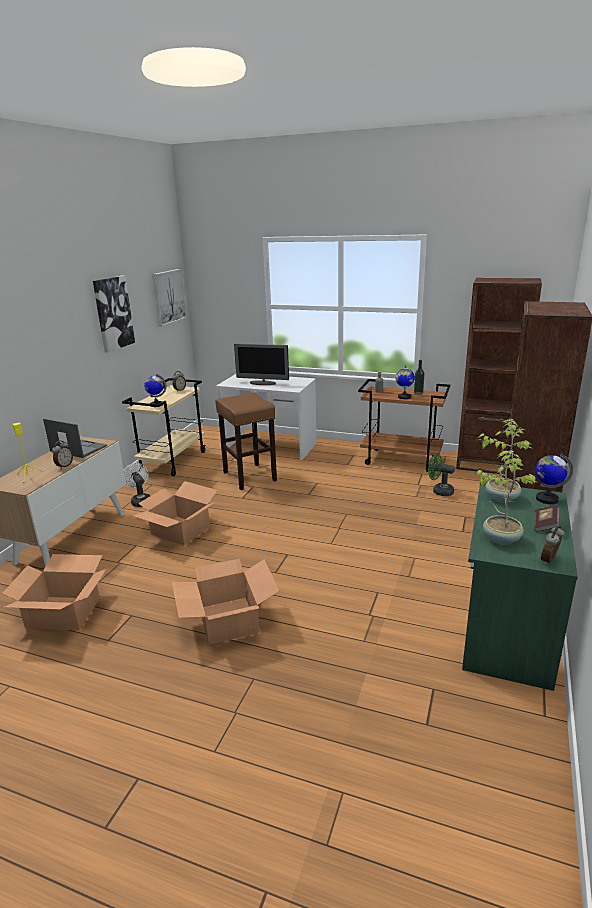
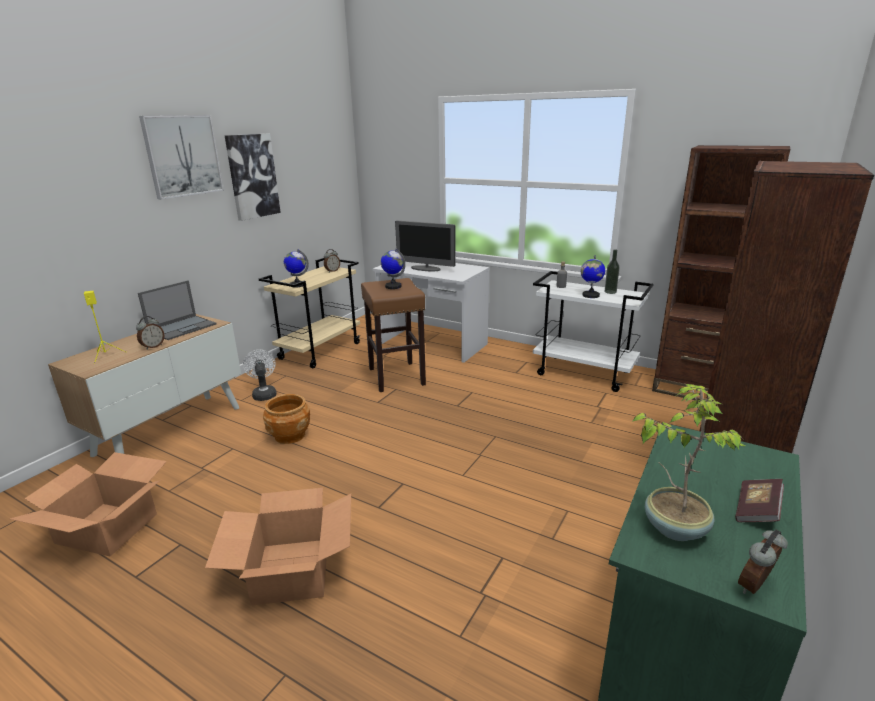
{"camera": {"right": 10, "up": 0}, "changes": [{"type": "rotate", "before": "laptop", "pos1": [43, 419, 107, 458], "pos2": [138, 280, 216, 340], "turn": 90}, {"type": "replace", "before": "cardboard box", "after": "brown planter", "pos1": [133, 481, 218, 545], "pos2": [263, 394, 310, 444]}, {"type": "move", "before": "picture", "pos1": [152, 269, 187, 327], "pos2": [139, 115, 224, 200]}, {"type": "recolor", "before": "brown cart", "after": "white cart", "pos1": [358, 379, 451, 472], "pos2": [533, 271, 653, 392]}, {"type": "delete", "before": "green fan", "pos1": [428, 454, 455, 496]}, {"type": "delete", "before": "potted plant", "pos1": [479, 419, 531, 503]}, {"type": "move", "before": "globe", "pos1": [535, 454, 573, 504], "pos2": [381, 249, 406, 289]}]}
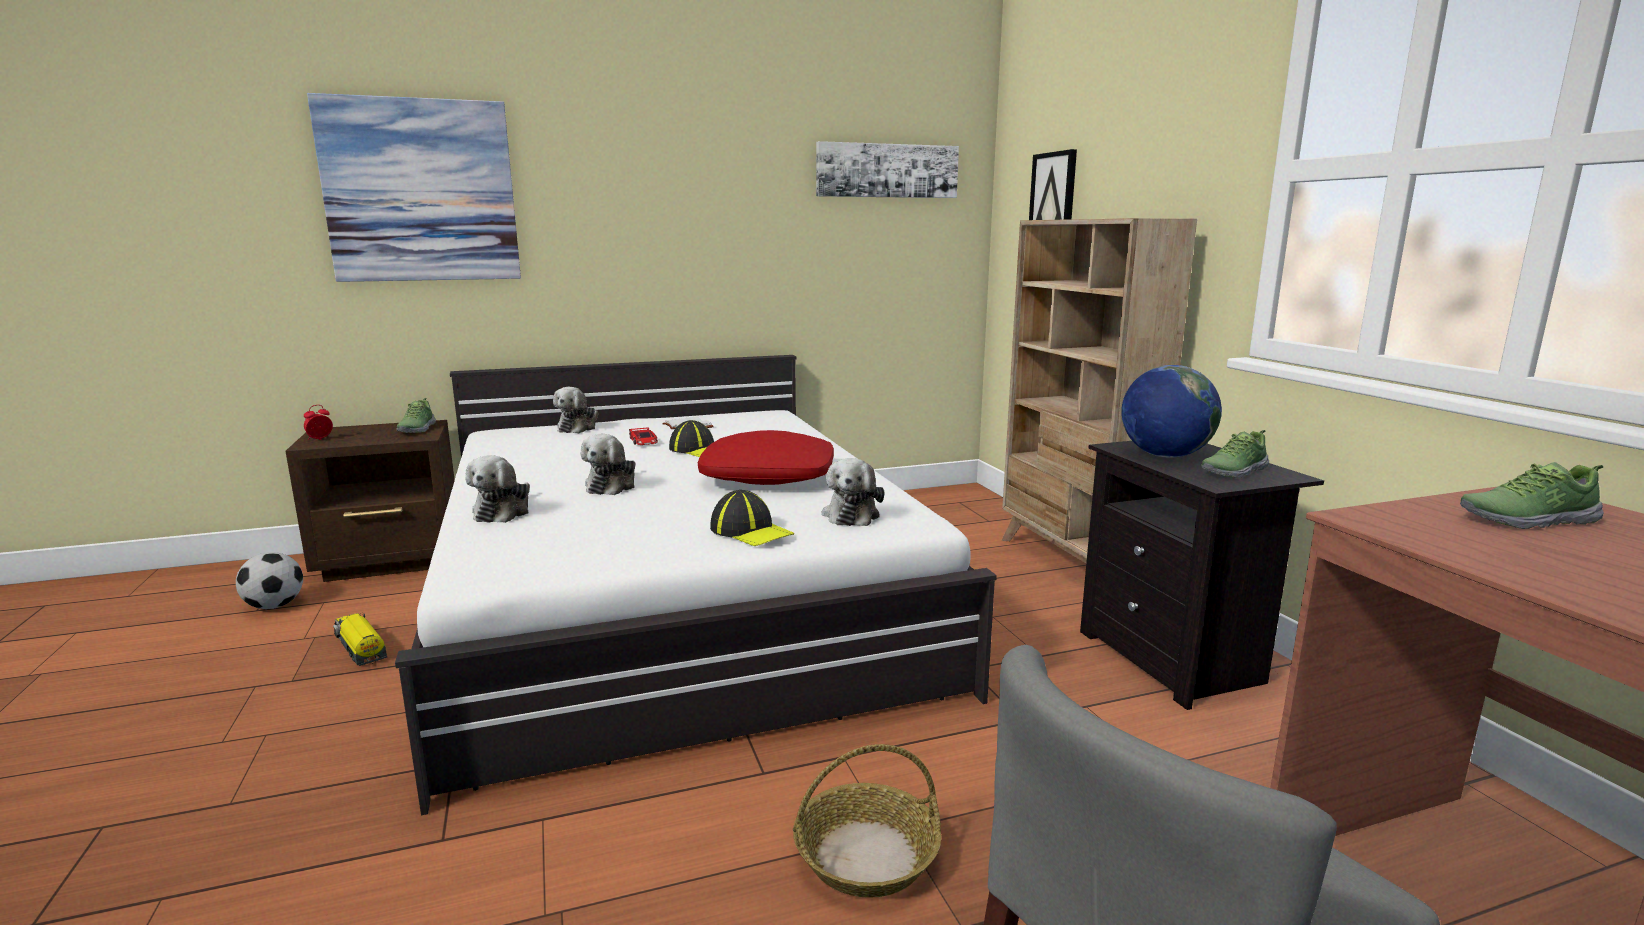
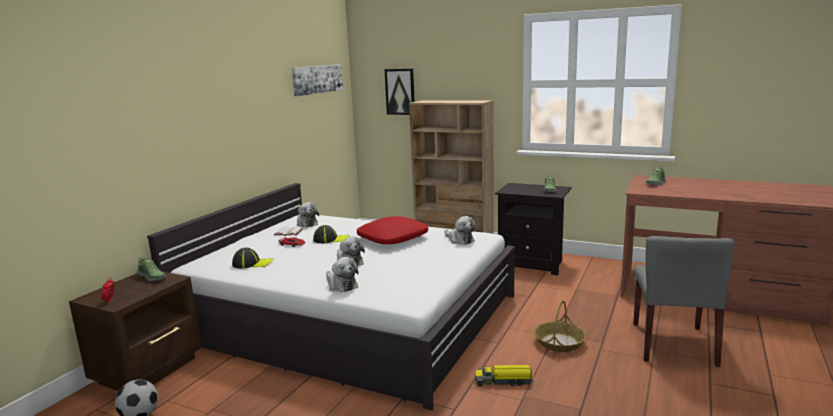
{"camera": {"right": -45, "up": 0}, "changes": [{"type": "delete", "before": "picture", "pos1": [307, 93, 521, 282]}, {"type": "move", "before": "toy truck", "pos1": [333, 613, 387, 666], "pos2": [475, 365, 533, 386]}, {"type": "move", "before": "plush toy", "pos1": [553, 387, 598, 433], "pos2": [297, 202, 319, 227]}, {"type": "move", "before": "cap", "pos1": [710, 490, 794, 546], "pos2": [232, 248, 273, 268]}, {"type": "delete", "before": "globe", "pos1": [1121, 365, 1222, 458]}]}
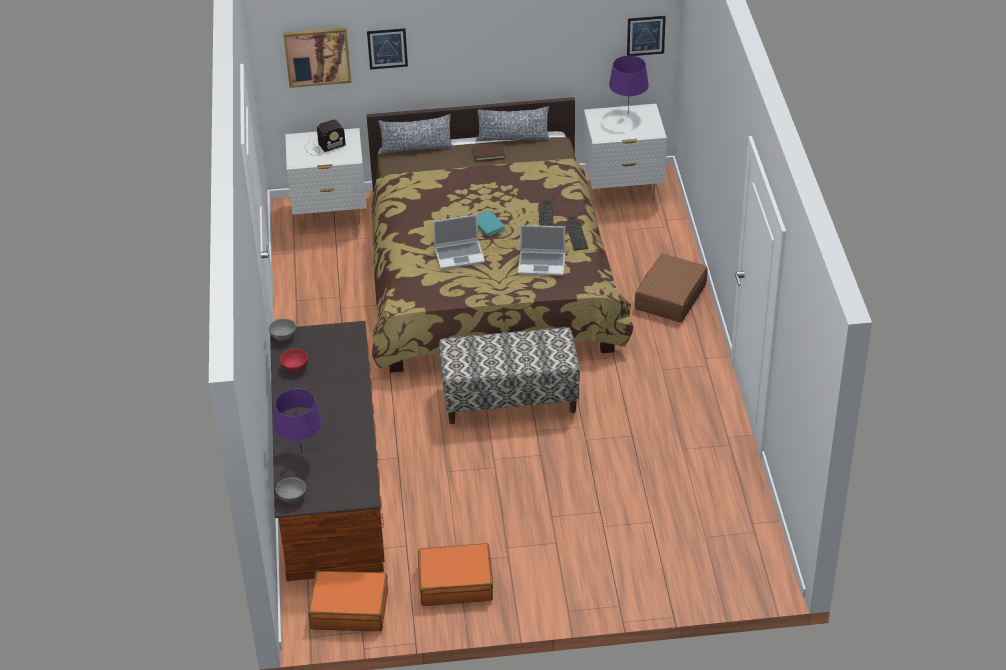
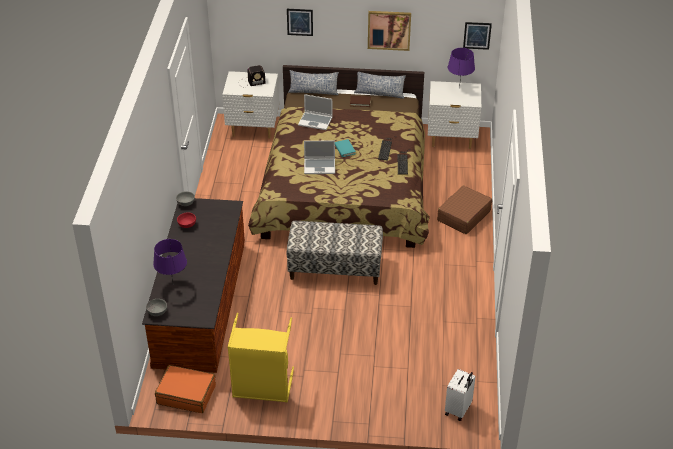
{"camera": {"right": 10, "up": 0}, "changes": [{"type": "move", "before": "picture", "pos1": [283, 28, 351, 88], "pos2": [368, 11, 411, 51]}, {"type": "replace", "before": "orange suitcase", "after": "yellow laundry basket", "pos1": [418, 543, 493, 606], "pos2": [227, 313, 294, 403]}, {"type": "move", "before": "laptop", "pos1": [518, 225, 565, 276], "pos2": [298, 94, 332, 130]}, {"type": "insert", "after": "white suitcase", "pos2": [445, 369, 476, 421]}]}
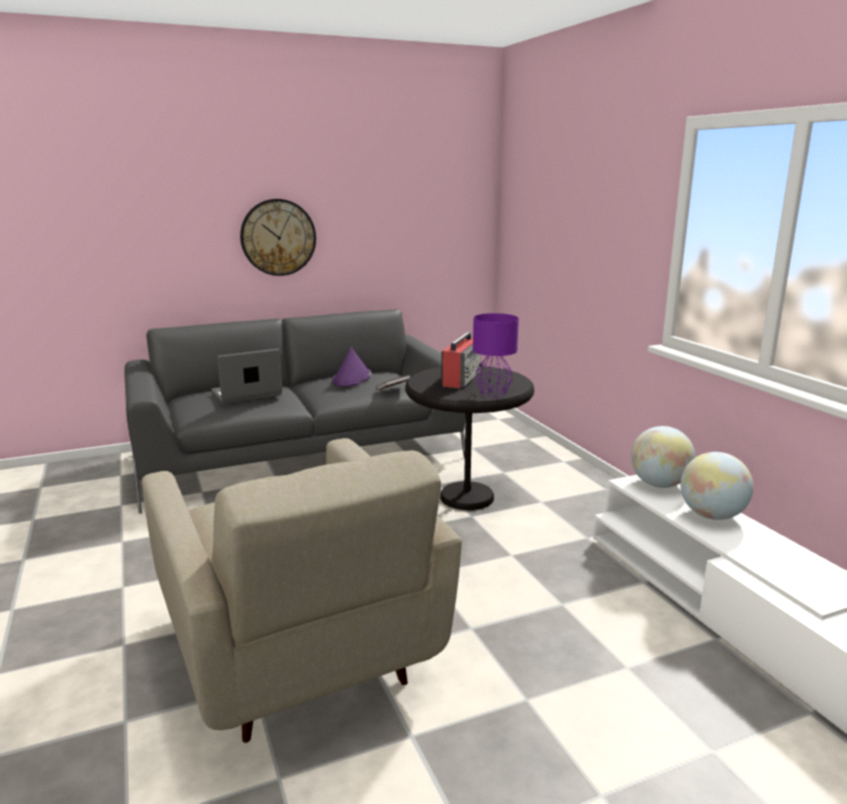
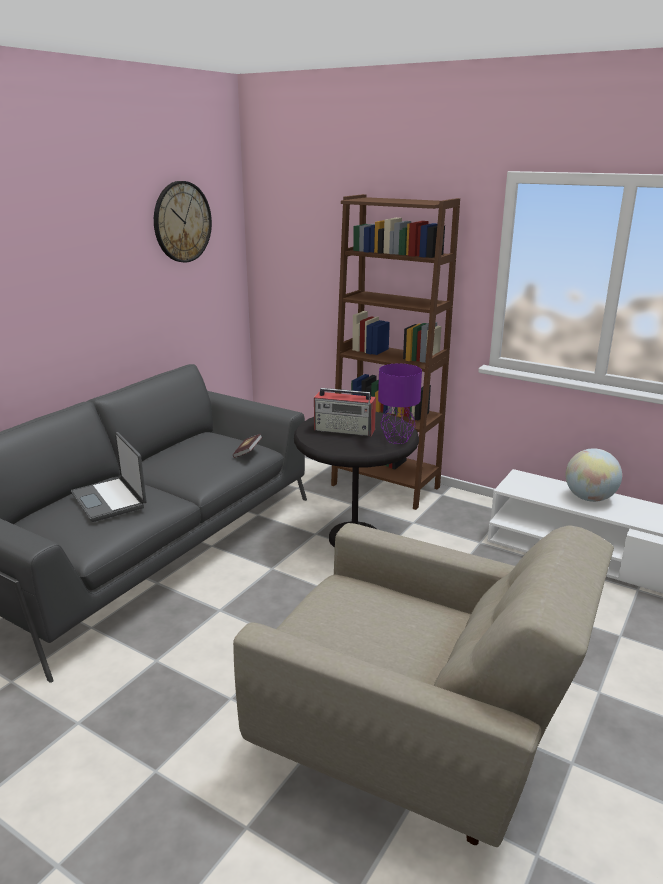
{"camera": {"right": -35, "up": 5}, "changes": [{"type": "rotate", "before": "laptop", "pos1": [211, 349, 282, 404], "pos2": [71, 432, 147, 522], "turn": -60}, {"type": "move", "before": "wall clock", "pos1": [240, 199, 316, 276], "pos2": [154, 181, 212, 263]}, {"type": "delete", "before": "purple hat", "pos1": [332, 347, 371, 387]}, {"type": "rotate", "before": "radio", "pos1": [441, 332, 483, 388], "pos2": [314, 388, 376, 436], "turn": 120}, {"type": "delete", "before": "globe", "pos1": [631, 426, 696, 488]}, {"type": "insert", "after": "brown bookcase", "pos2": [331, 194, 460, 510]}]}
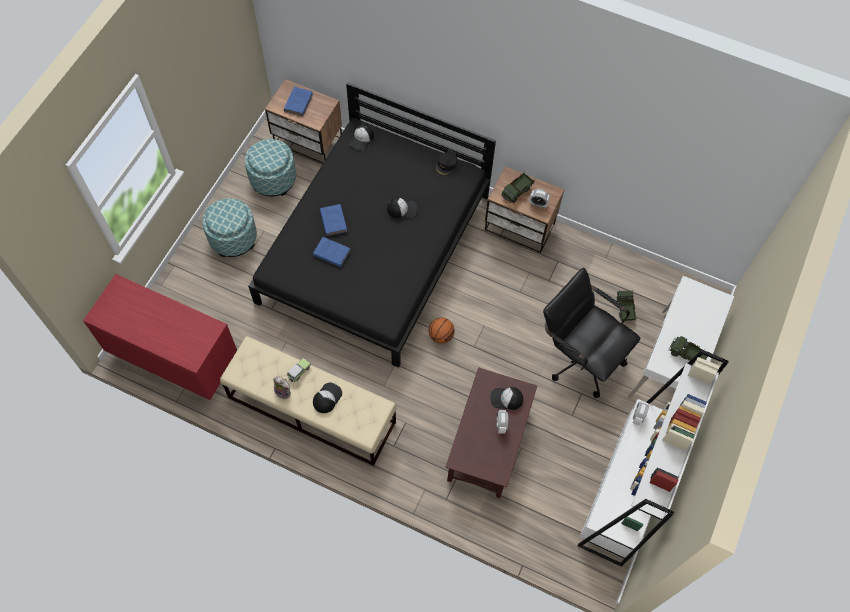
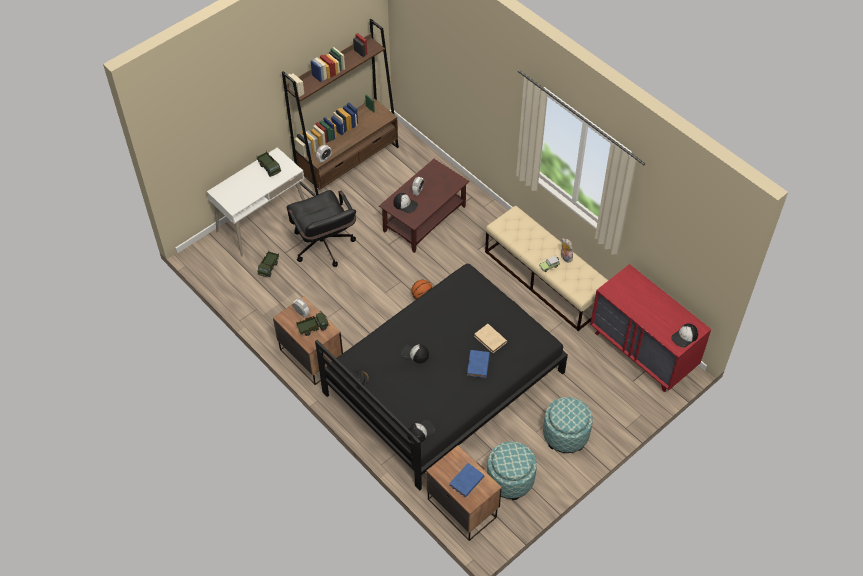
{"camera": {"right": -155, "up": -10}, "changes": [{"type": "recolor", "before": "blue book", "after": "beige book", "pos1": [313, 237, 351, 267], "pos2": [474, 324, 507, 353]}, {"type": "move", "before": "cap", "pos1": [313, 382, 342, 413], "pos2": [671, 323, 698, 348]}, {"type": "recolor", "before": "white bookcase", "after": "brown bookcase", "pos1": [577, 350, 729, 567], "pos2": [282, 19, 399, 196]}]}
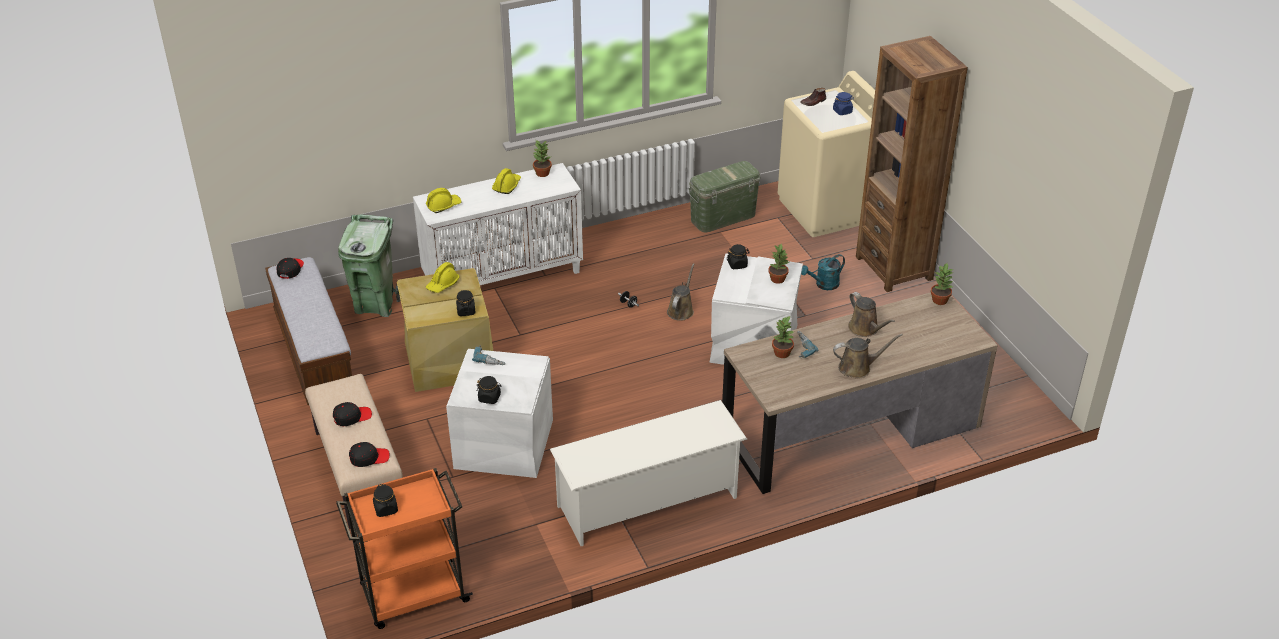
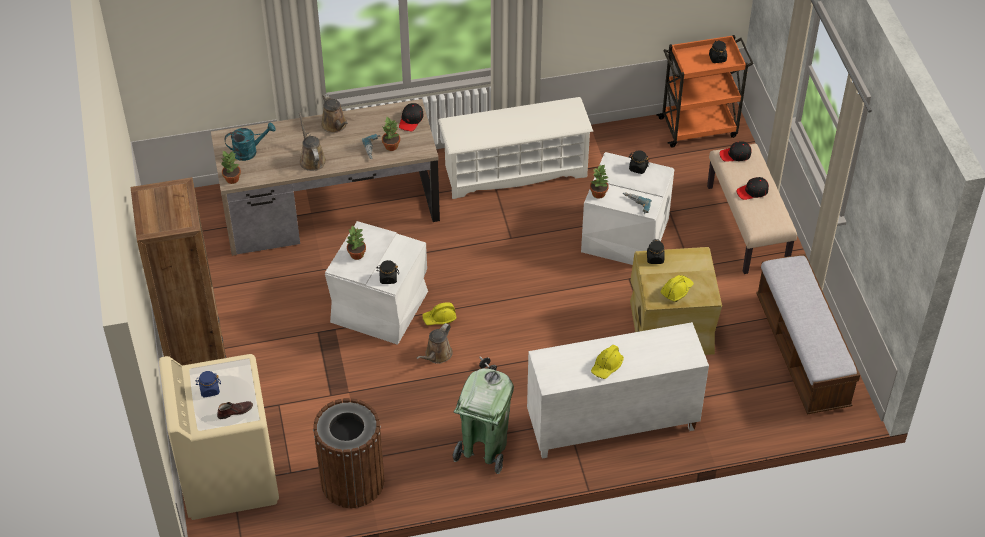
{"camera": {"right": -170, "up": 10}, "changes": [{"type": "move", "before": "black cap", "pos1": [276, 258, 304, 279], "pos2": [399, 103, 424, 131]}, {"type": "move", "before": "green trash can", "pos1": [338, 215, 401, 317], "pos2": [452, 368, 514, 474]}, {"type": "move", "before": "yellow hard hat", "pos1": [426, 188, 462, 213], "pos2": [422, 302, 457, 325]}, {"type": "move", "before": "potted plant", "pos1": [533, 140, 552, 177], "pos2": [590, 164, 608, 199]}, {"type": "replace", "before": "green storage box", "after": "brown trash can", "pos1": [688, 161, 761, 233], "pos2": [313, 398, 384, 508]}, {"type": "move", "before": "turquoise watering can", "pos1": [801, 254, 845, 290], "pos2": [225, 123, 276, 161]}, {"type": "rotate", "before": "brown watering can", "pos1": [833, 333, 903, 379], "pos2": [321, 94, 348, 133], "turn": -120}]}
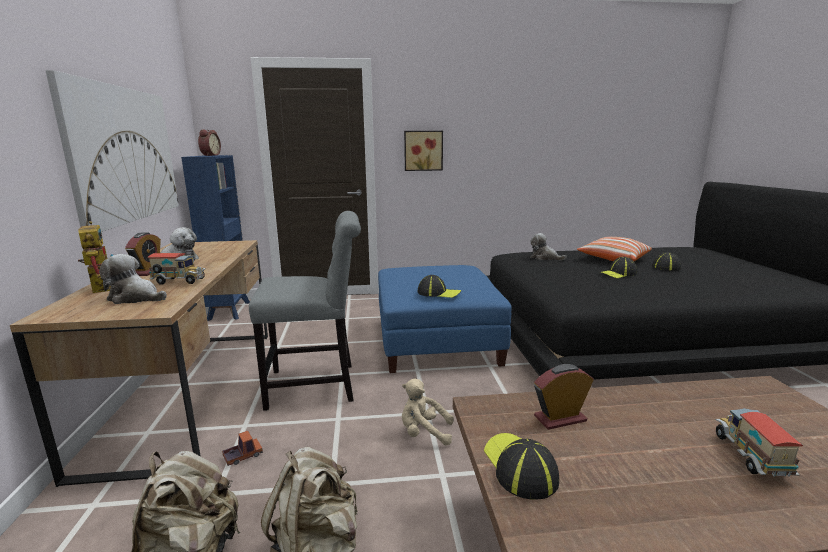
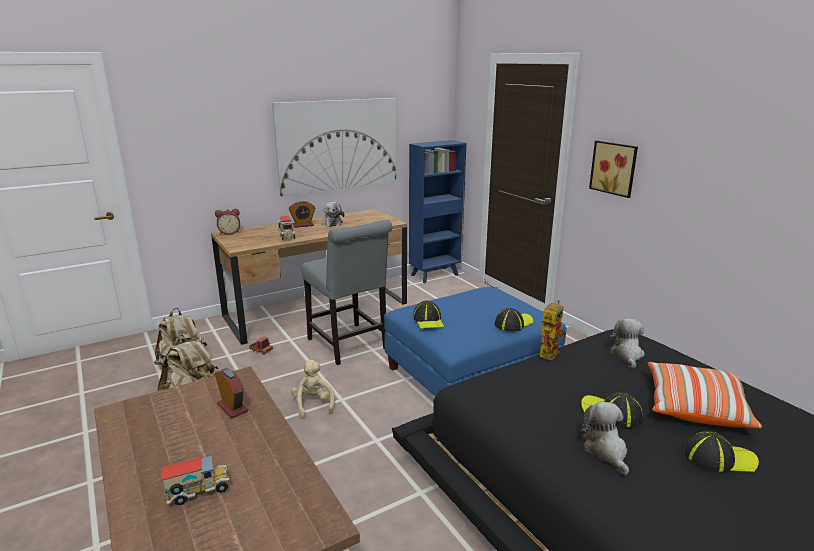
{"camera": {"right": 65, "up": 5}, "changes": [{"type": "move", "before": "toy robot", "pos1": [78, 221, 114, 293], "pos2": [540, 300, 567, 360]}, {"type": "move", "before": "plush toy", "pos1": [99, 254, 167, 304], "pos2": [581, 402, 629, 475]}, {"type": "move", "before": "alarm clock", "pos1": [198, 130, 221, 156], "pos2": [215, 209, 240, 235]}, {"type": "move", "before": "cap", "pos1": [484, 433, 559, 500], "pos2": [495, 308, 533, 332]}]}
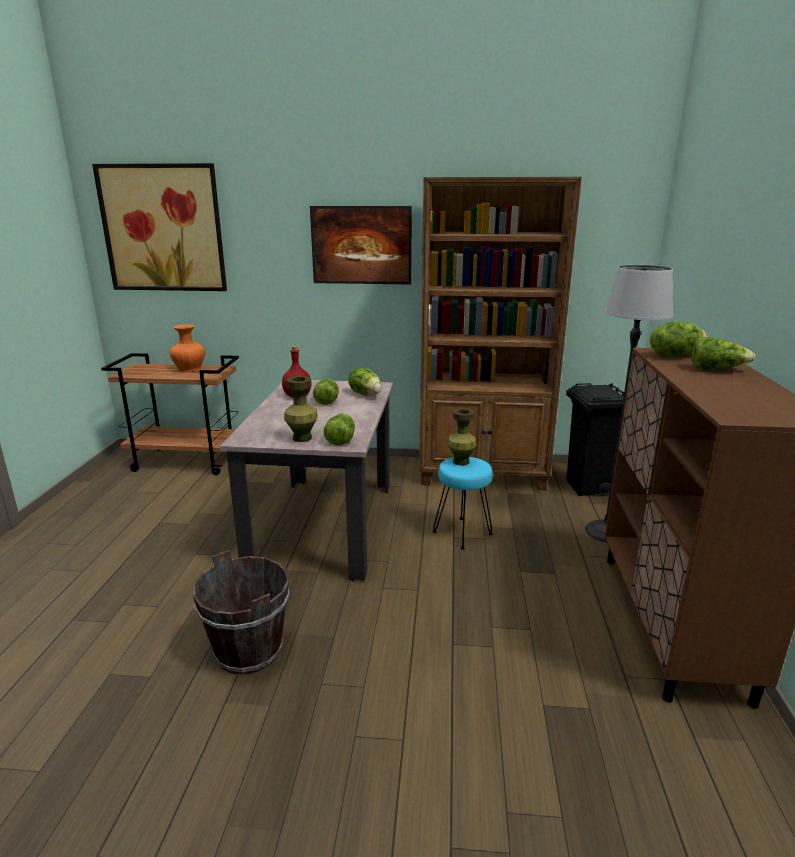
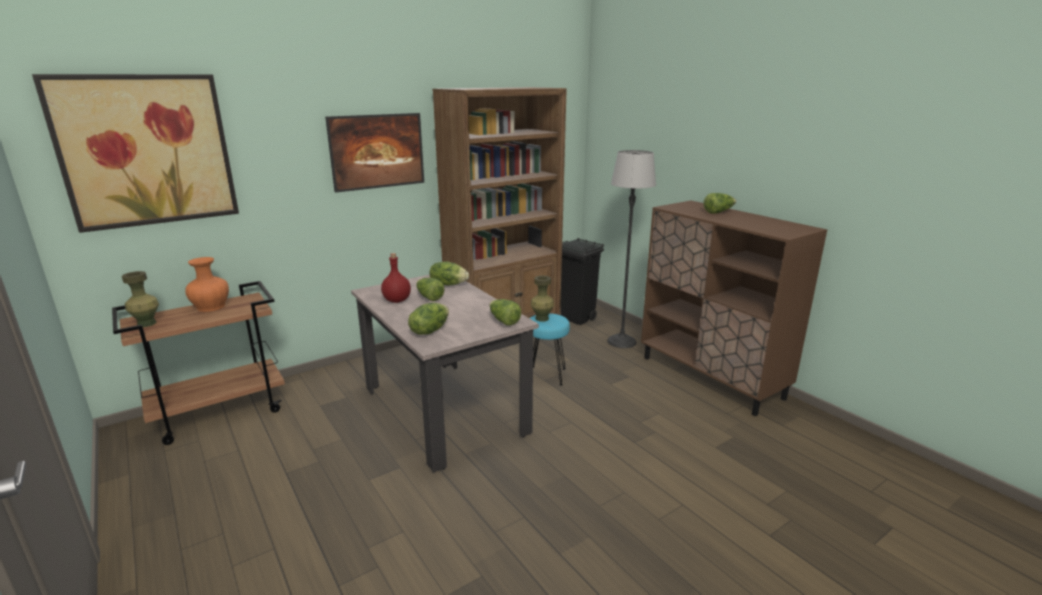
{"camera": {"right": -40, "up": 0}, "changes": [{"type": "delete", "before": "brown bucket", "pos1": [192, 550, 289, 675]}, {"type": "move", "before": "green vase", "pos1": [284, 376, 318, 442], "pos2": [122, 271, 159, 327]}, {"type": "move", "before": "lettuce", "pos1": [650, 321, 707, 357], "pos2": [408, 303, 449, 335]}]}
